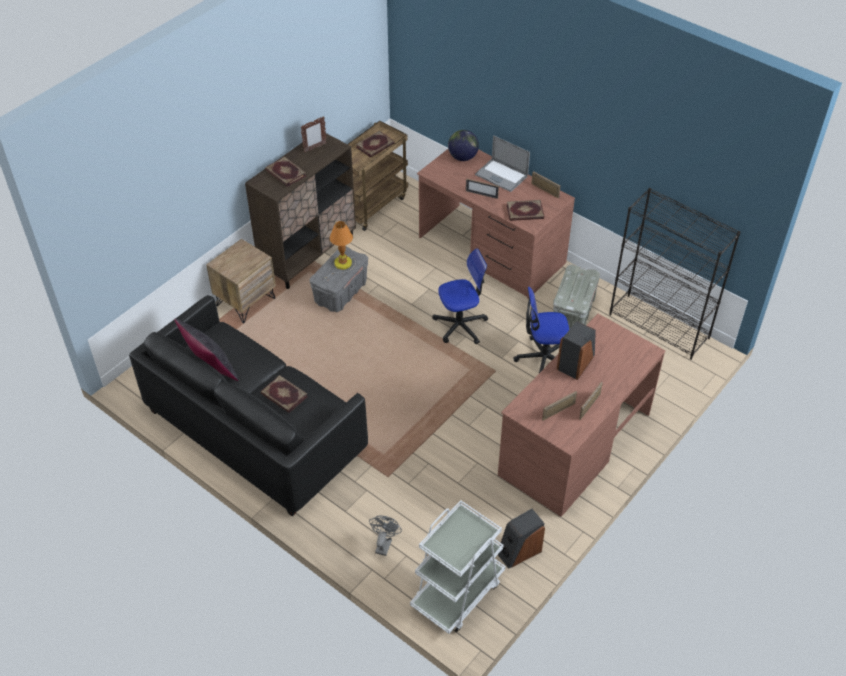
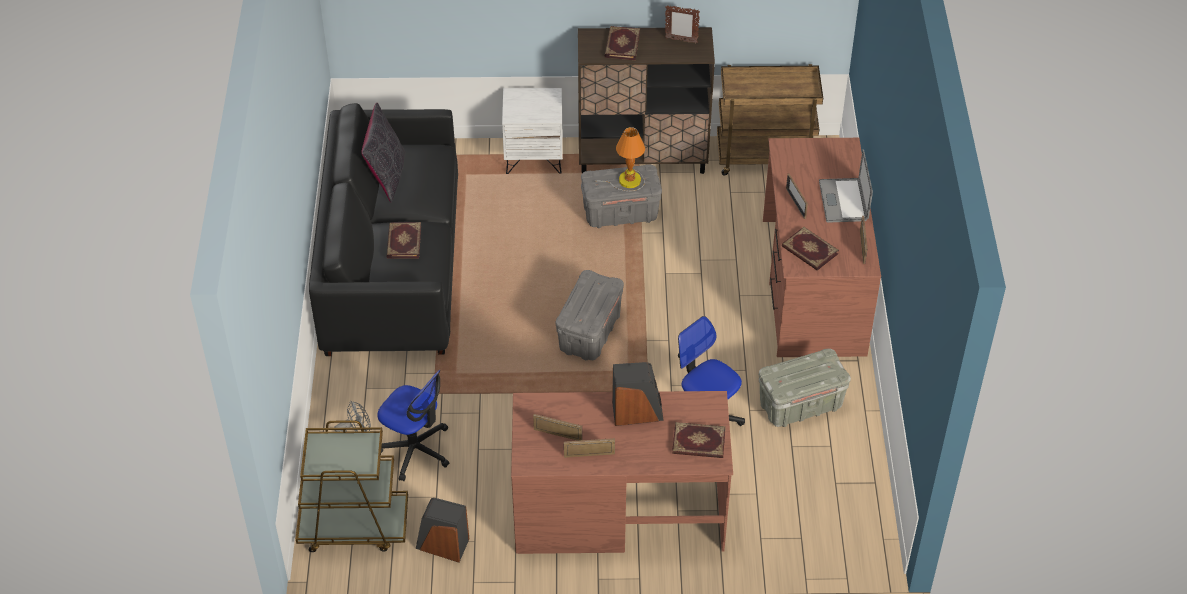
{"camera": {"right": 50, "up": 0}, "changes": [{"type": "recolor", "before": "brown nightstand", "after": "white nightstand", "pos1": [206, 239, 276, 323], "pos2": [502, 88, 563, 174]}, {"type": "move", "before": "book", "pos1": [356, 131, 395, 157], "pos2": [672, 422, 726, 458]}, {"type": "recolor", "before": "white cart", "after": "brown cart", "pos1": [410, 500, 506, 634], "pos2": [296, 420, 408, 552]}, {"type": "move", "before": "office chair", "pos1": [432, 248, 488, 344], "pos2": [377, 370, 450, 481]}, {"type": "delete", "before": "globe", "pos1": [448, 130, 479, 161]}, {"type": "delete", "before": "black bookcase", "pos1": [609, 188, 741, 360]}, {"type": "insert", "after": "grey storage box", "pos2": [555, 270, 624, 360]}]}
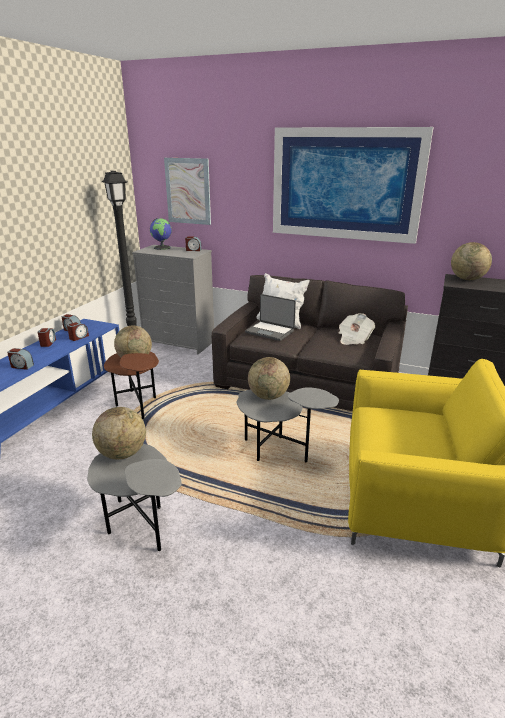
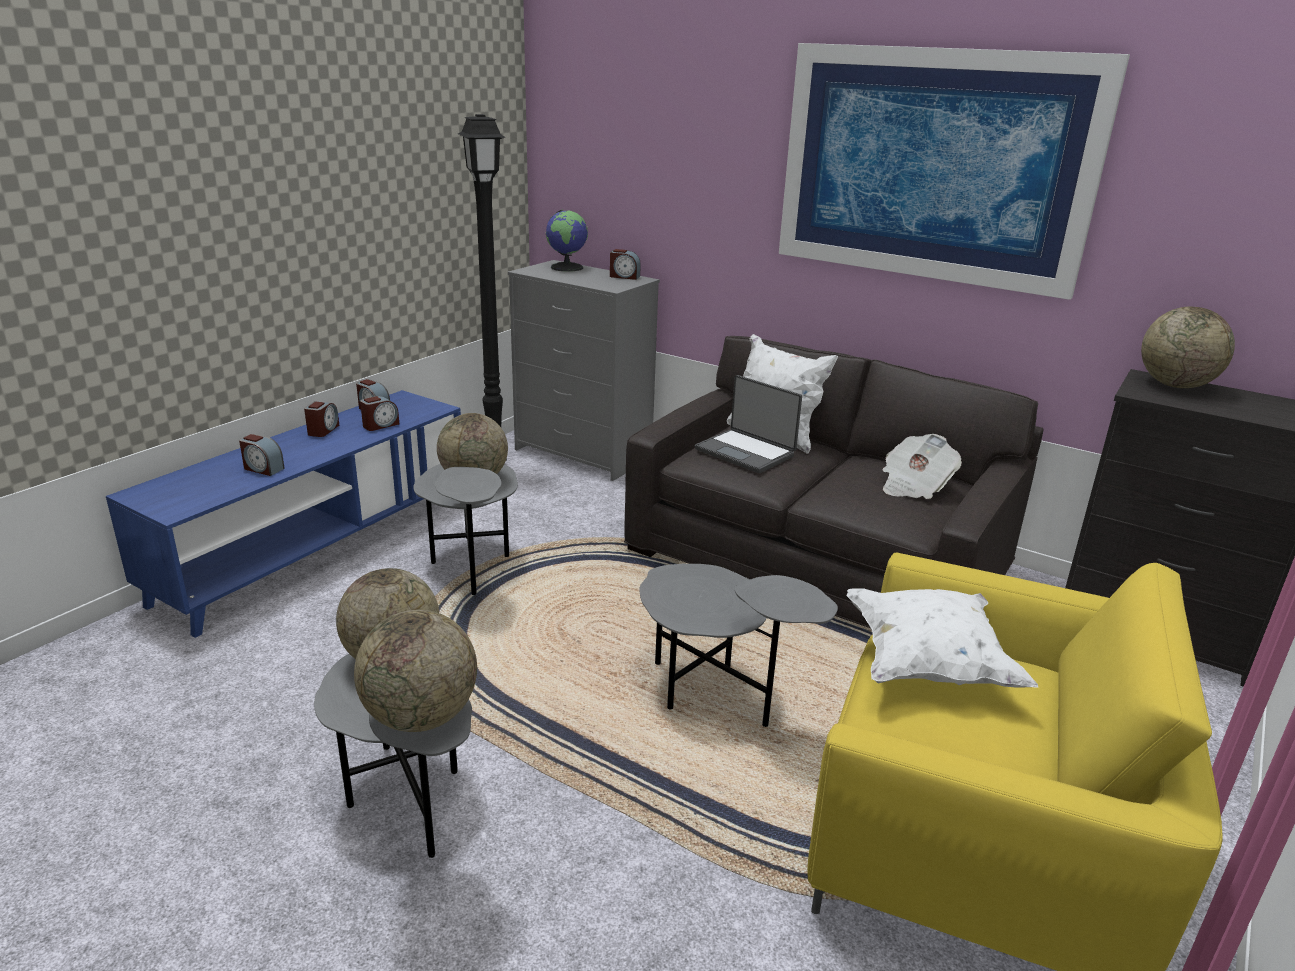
{"camera": {"right": 10, "up": 0}, "changes": [{"type": "recolor", "before": "brown side table", "after": "grey side table", "pos1": [104, 352, 159, 419], "pos2": [413, 464, 518, 595]}, {"type": "delete", "before": "picture", "pos1": [164, 158, 211, 225]}, {"type": "move", "before": "globe", "pos1": [248, 357, 290, 400], "pos2": [354, 610, 477, 732]}, {"type": "insert", "after": "white pillow", "pos2": [847, 588, 1038, 688]}]}
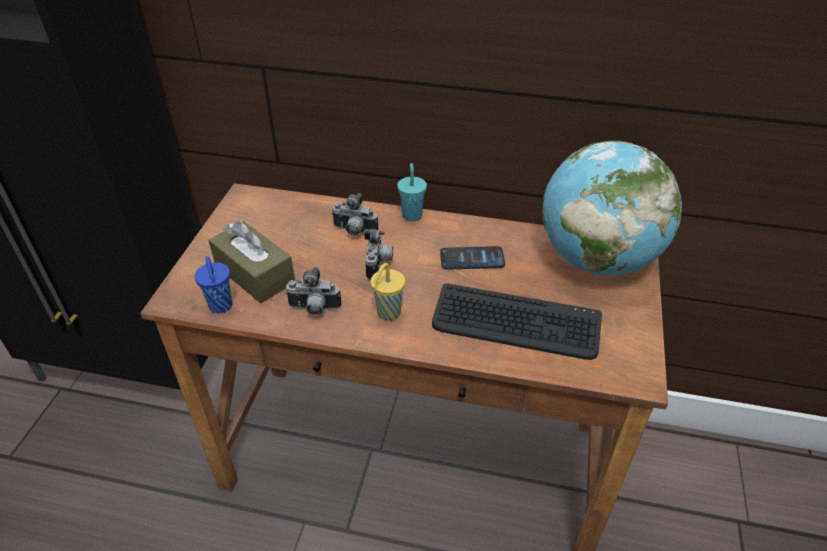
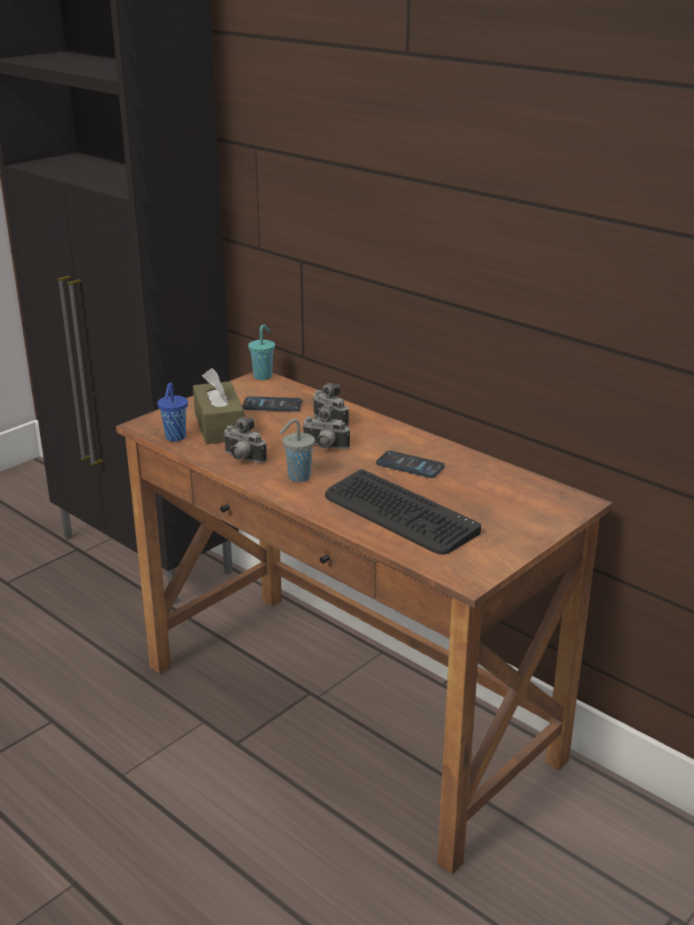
{"camera": {"right": 30, "up": -15}, "changes": [{"type": "rotate", "before": "photo camera", "pos1": [364, 229, 393, 280], "pos2": [302, 406, 350, 449], "turn": 75}, {"type": "recolor", "before": "yellow cup", "after": "grey cup", "pos1": [371, 263, 405, 321], "pos2": [280, 419, 315, 482]}, {"type": "move", "before": "turquoise cup", "pos1": [397, 163, 427, 221], "pos2": [248, 324, 275, 380]}, {"type": "delete", "before": "globe", "pos1": [542, 141, 682, 276]}, {"type": "insert", "after": "phone", "pos2": [242, 396, 302, 412]}]}
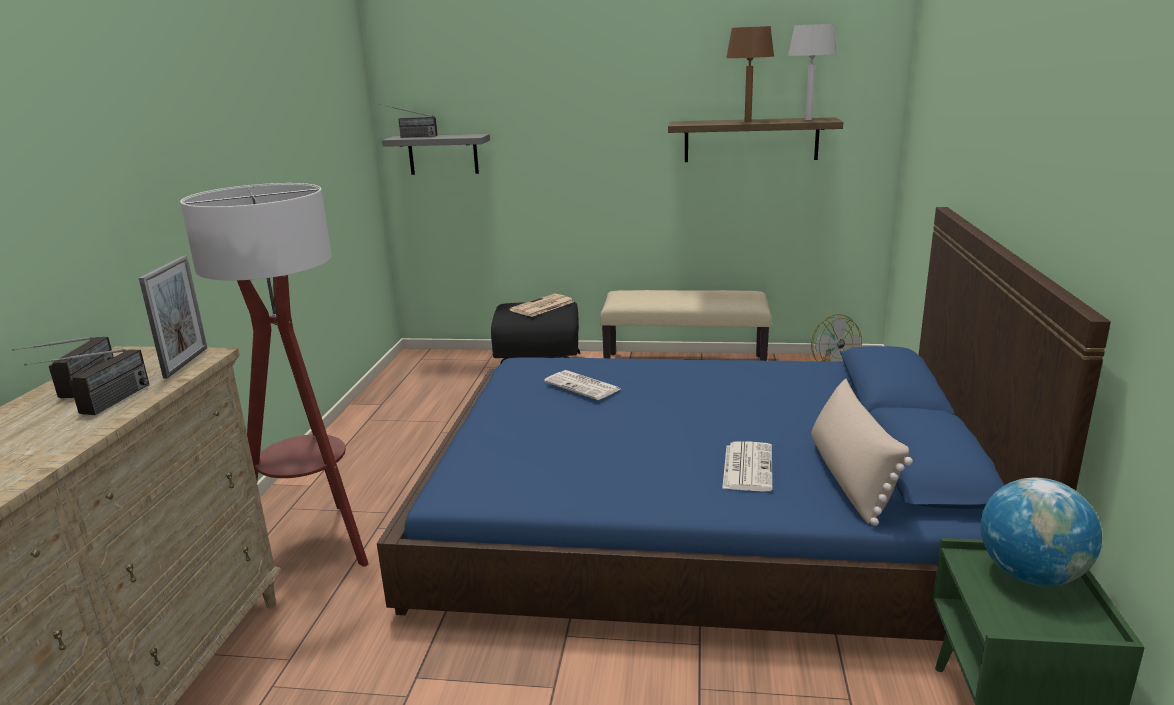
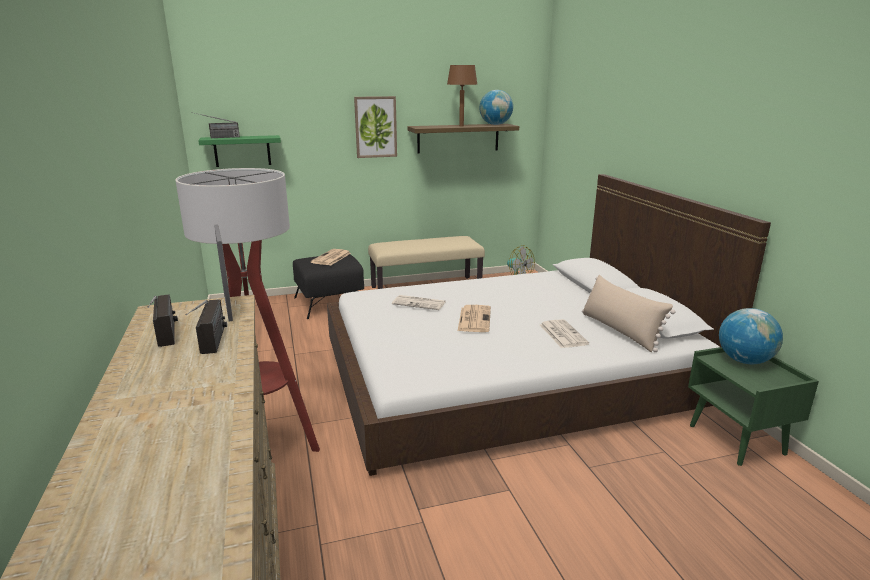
{"camera": {"right": -25, "up": 0}, "changes": [{"type": "recolor", "before": "blue bed", "after": "white bed", "pos1": [377, 207, 1111, 641], "pos2": [327, 174, 771, 476]}, {"type": "recolor", "before": "grey shelf", "after": "green shelf", "pos1": [382, 134, 490, 175], "pos2": [198, 135, 281, 167]}, {"type": "replace", "before": "grey table lamp", "after": "globe", "pos1": [788, 24, 837, 120], "pos2": [479, 90, 513, 125]}, {"type": "insert", "after": "picture", "pos2": [354, 96, 397, 158]}, {"type": "insert", "after": "newspaper", "pos2": [458, 305, 491, 332]}]}
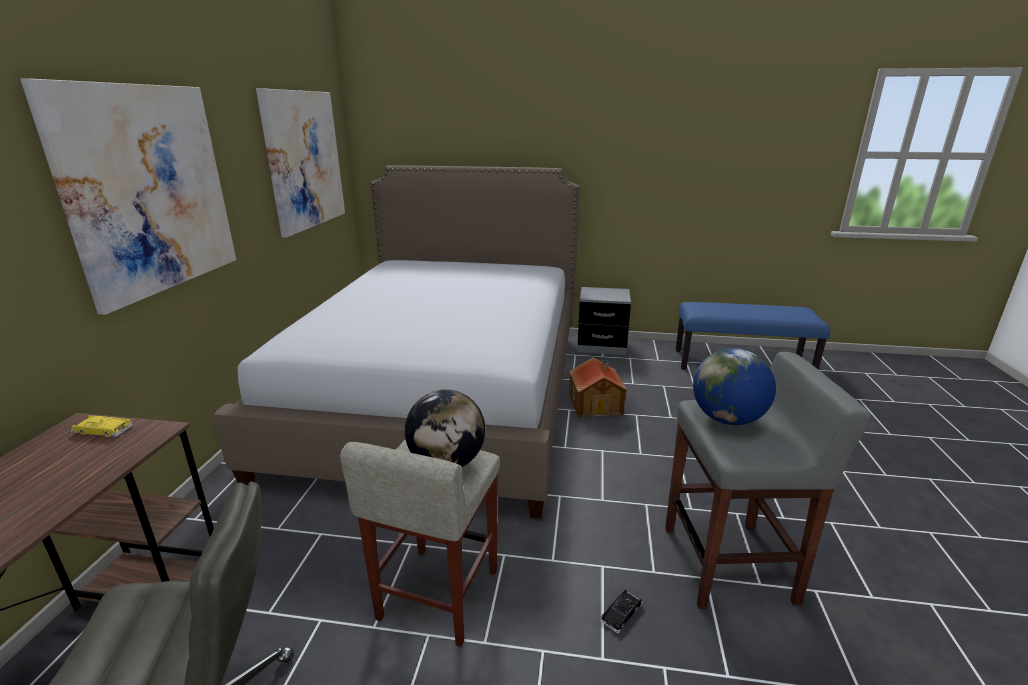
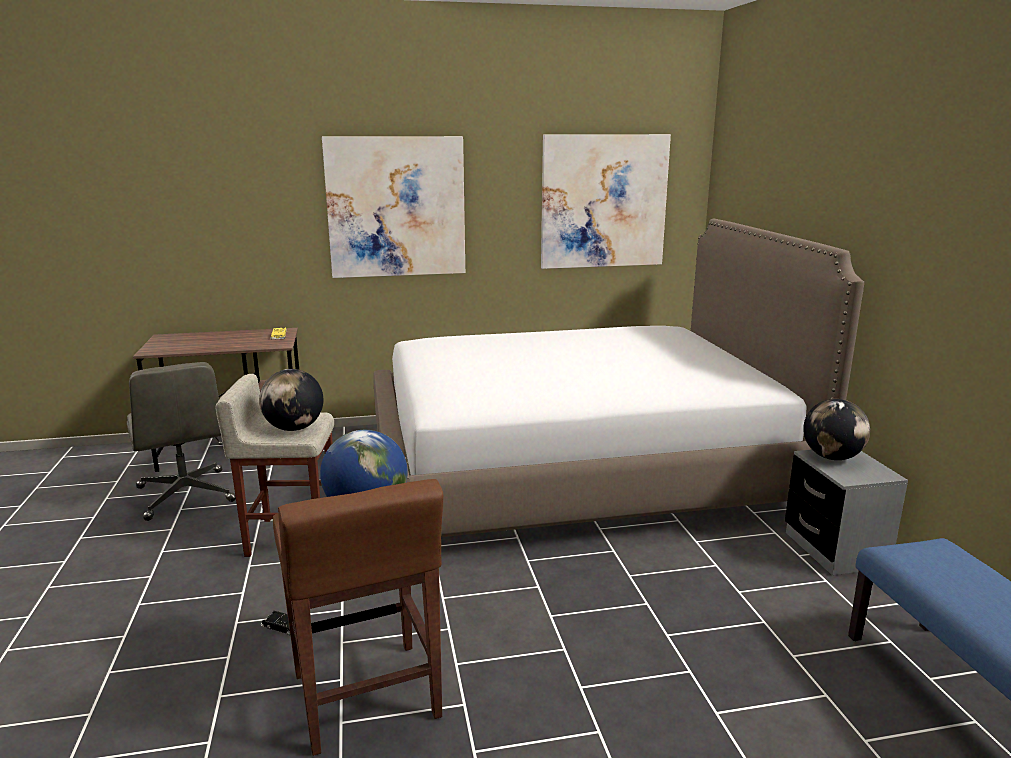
{"camera": {"right": 70, "up": -5}, "changes": [{"type": "delete", "before": "toy house", "pos1": [569, 357, 627, 417]}, {"type": "recolor", "before": "grey stool", "after": "brown stool", "pos1": [665, 352, 872, 609], "pos2": [273, 479, 443, 756]}, {"type": "insert", "after": "globe", "pos2": [803, 399, 870, 460]}]}
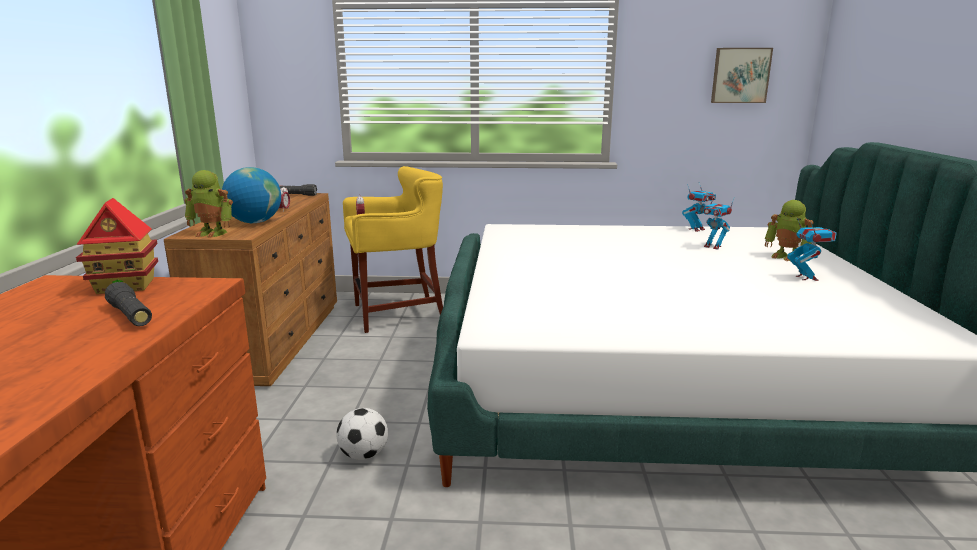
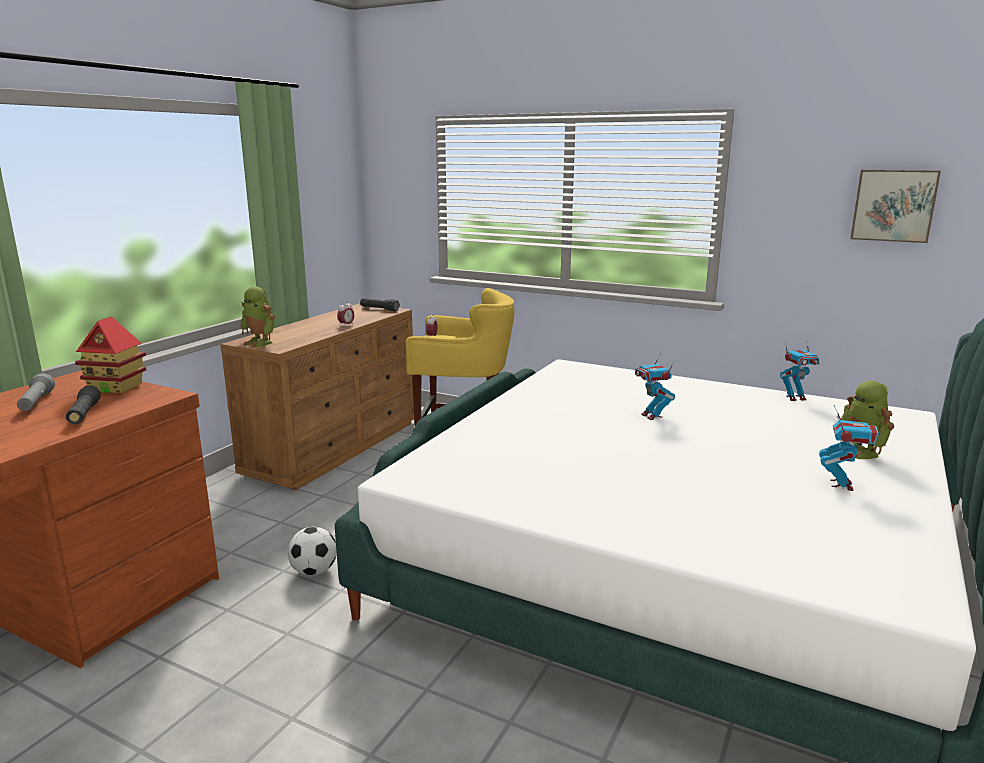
{"camera": {"right": 25, "up": 0}, "changes": [{"type": "delete", "before": "globe", "pos1": [222, 167, 281, 223]}, {"type": "move", "before": "toy robot", "pos1": [702, 194, 735, 250], "pos2": [635, 353, 676, 420]}, {"type": "insert", "after": "grey flashlight", "pos2": [17, 373, 55, 411]}]}
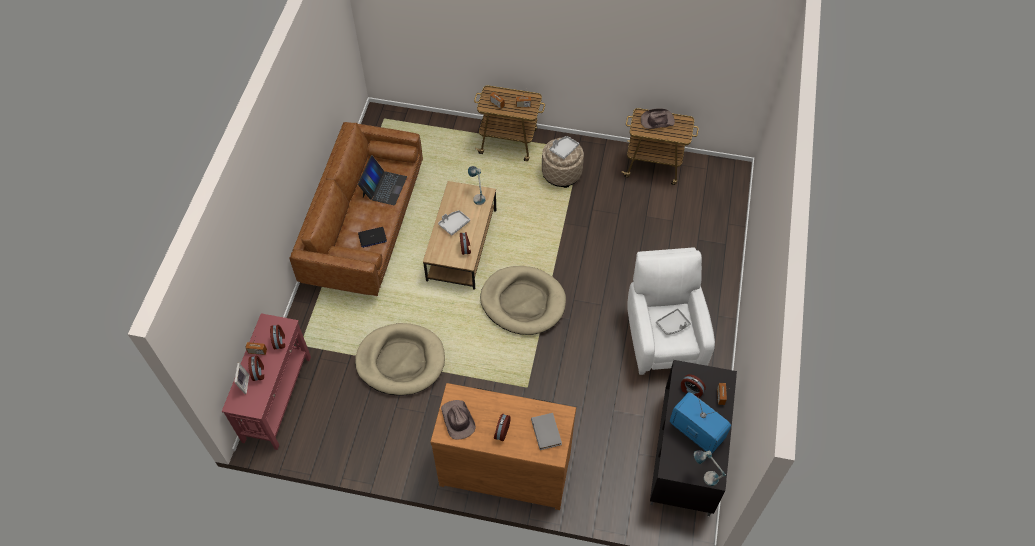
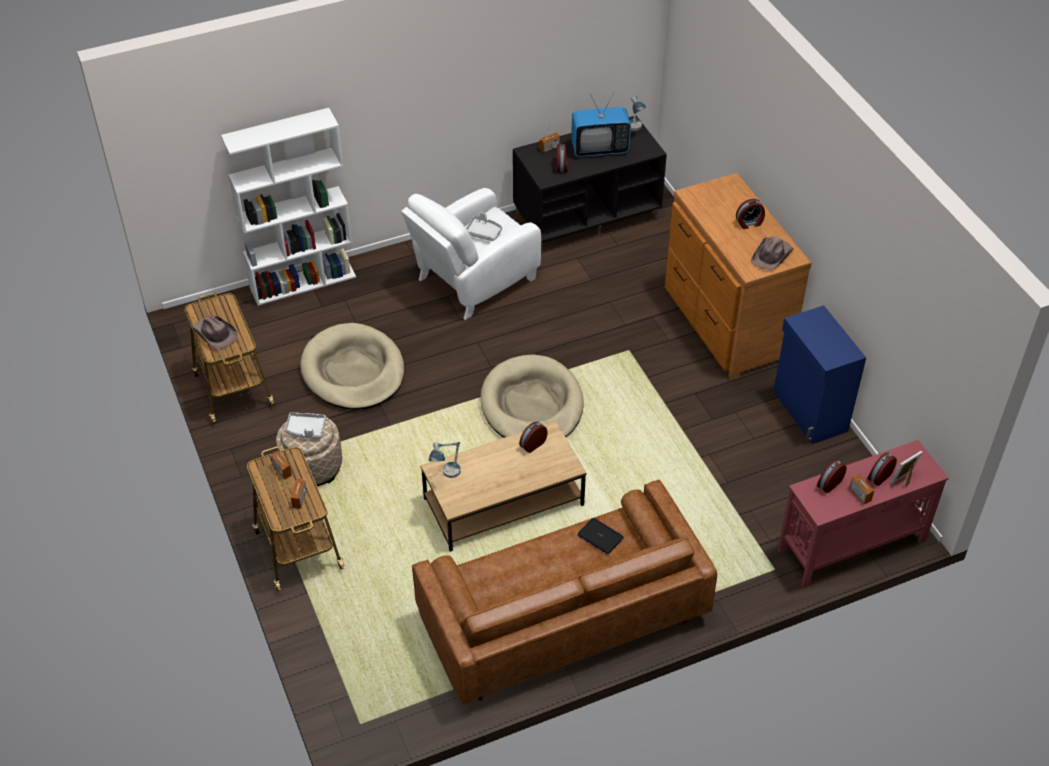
{"camera": {"right": -125, "up": -10}, "changes": [{"type": "move", "before": "beige dog bed", "pos1": [355, 323, 445, 396], "pos2": [300, 323, 404, 410]}, {"type": "delete", "before": "laptop", "pos1": [358, 155, 407, 205]}, {"type": "delete", "before": "grey tray", "pos1": [438, 210, 470, 236]}, {"type": "delete", "before": "grey book", "pos1": [531, 413, 562, 450]}, {"type": "rotate", "before": "television", "pos1": [670, 392, 731, 454], "pos2": [571, 92, 631, 157], "turn": -105}, {"type": "insert", "after": "white bookcase", "pos2": [221, 108, 356, 306]}, {"type": "insert", "after": "blue cabinet", "pos2": [773, 305, 866, 444]}]}
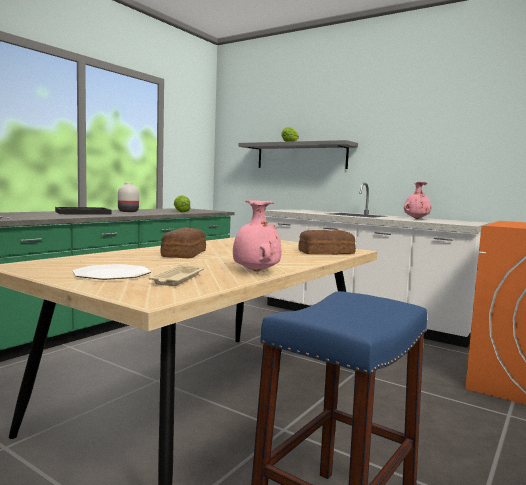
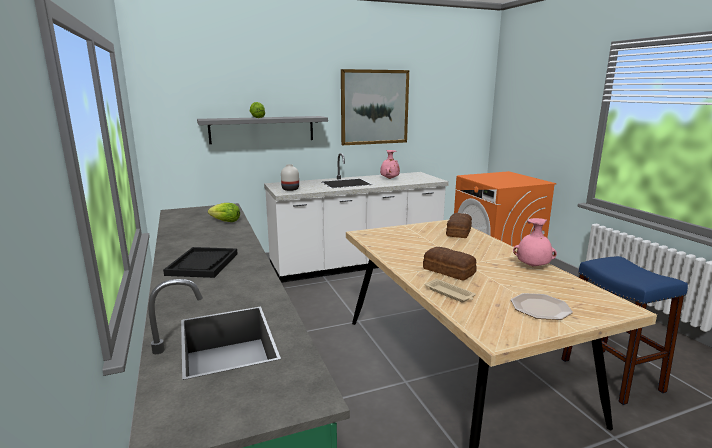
{"camera": {"right": -55, "up": 10}, "changes": [{"type": "move", "before": "white vase", "pos1": [118, 183, 139, 212], "pos2": [281, 164, 299, 191]}, {"type": "move", "before": "beige tray", "pos1": [148, 265, 205, 286], "pos2": [425, 278, 476, 302]}, {"type": "insert", "after": "picture", "pos2": [341, 69, 409, 145]}]}
